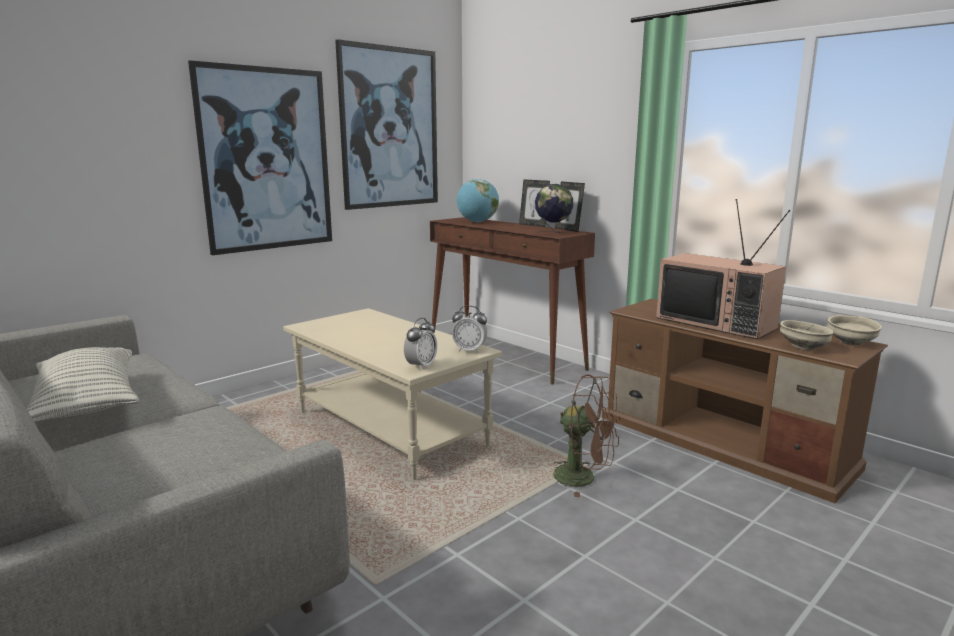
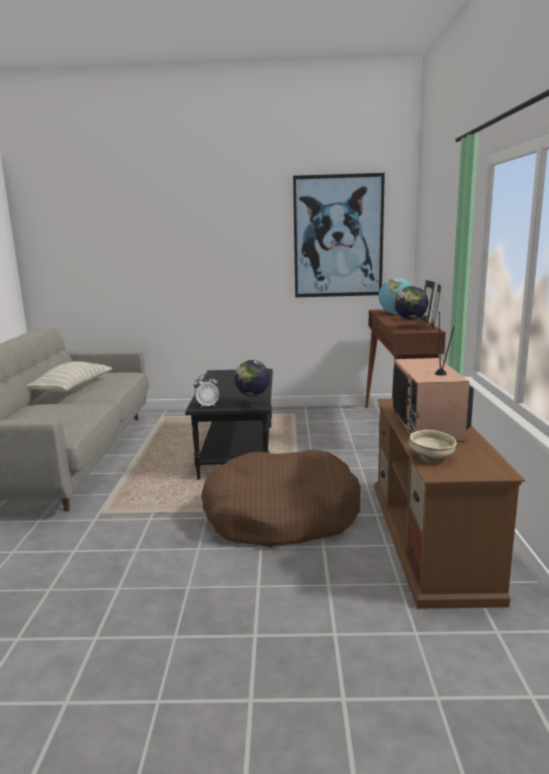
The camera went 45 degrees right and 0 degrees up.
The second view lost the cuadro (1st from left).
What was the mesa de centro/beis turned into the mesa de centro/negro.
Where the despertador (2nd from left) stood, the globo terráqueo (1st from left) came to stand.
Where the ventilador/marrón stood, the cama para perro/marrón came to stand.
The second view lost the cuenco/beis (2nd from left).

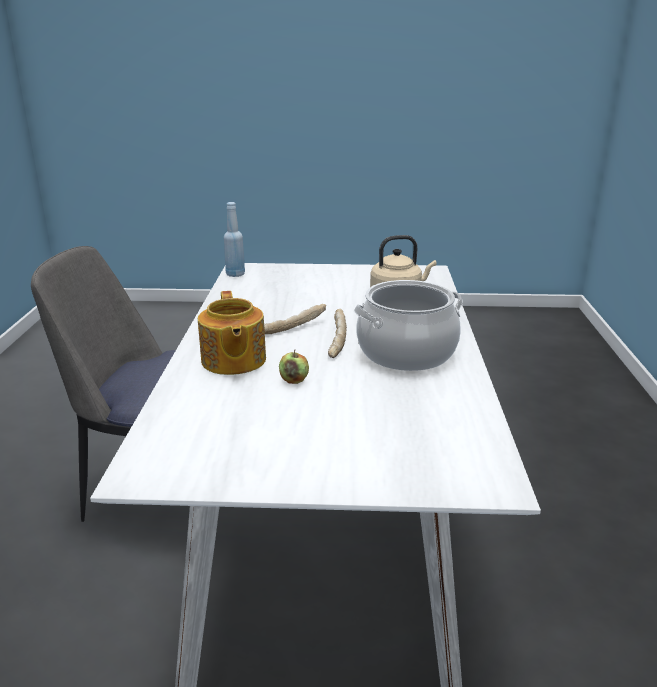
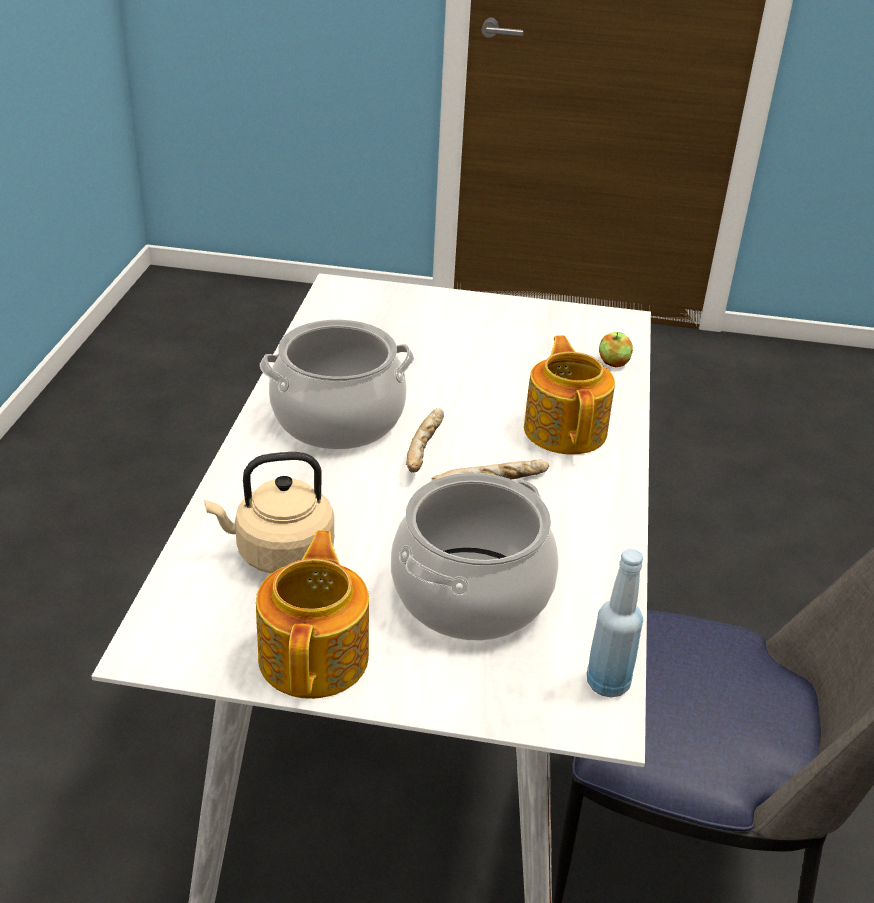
The camera went 175 degrees left and 10 degrees up.
The manzana ended up elsewhere.
The second view gained the tetera (1st from left).
The second view gained the olla (2nd from left).

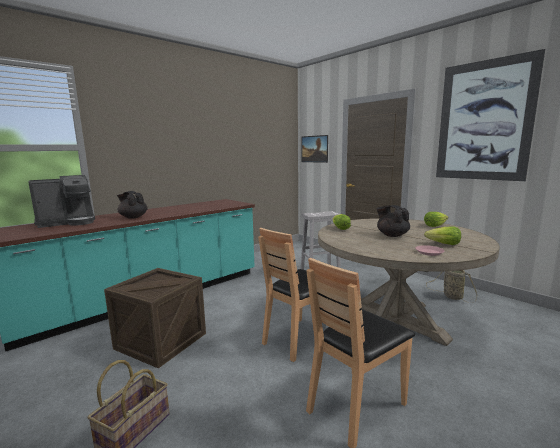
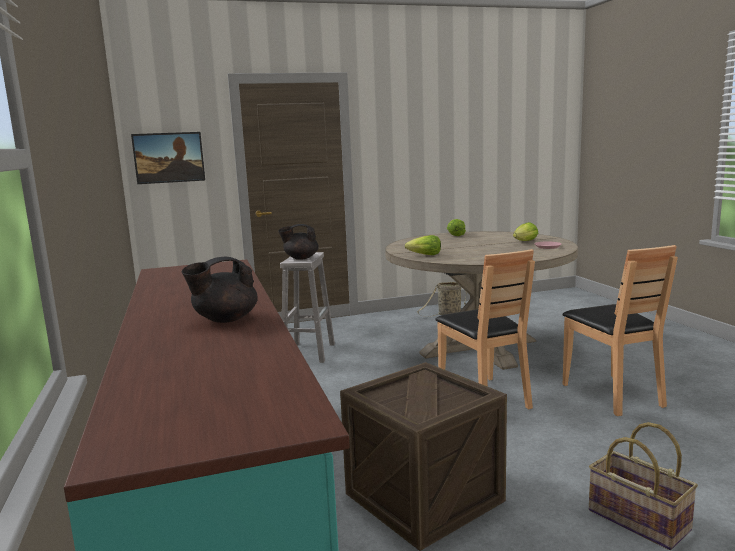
The camera went 65 degrees left and 0 degrees up.
The second view lost the cafetera.
The tetera/negro (2nd from left) ended up elsewhere.
The second view lost the cuadro (2nd from left).

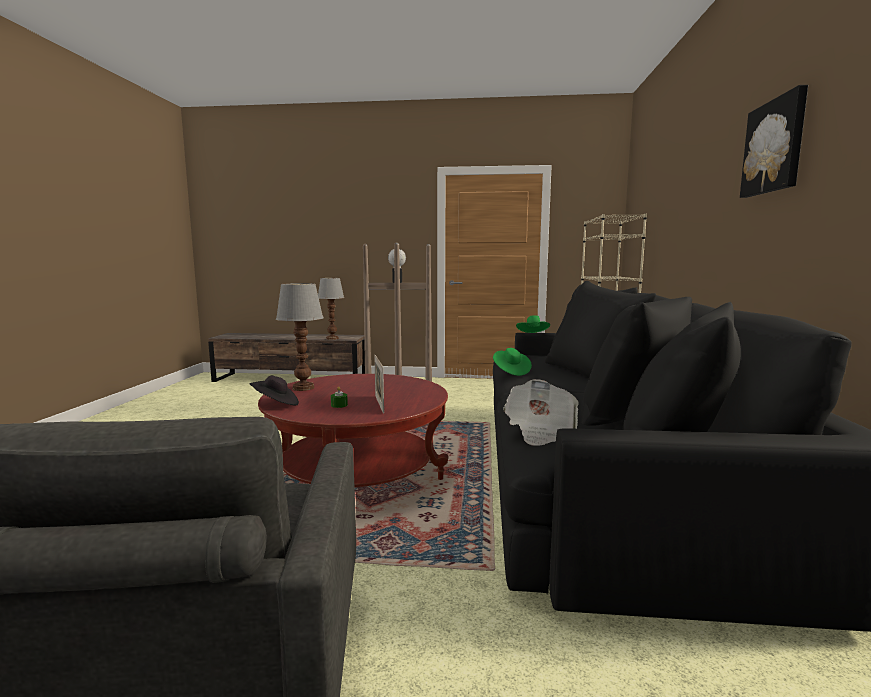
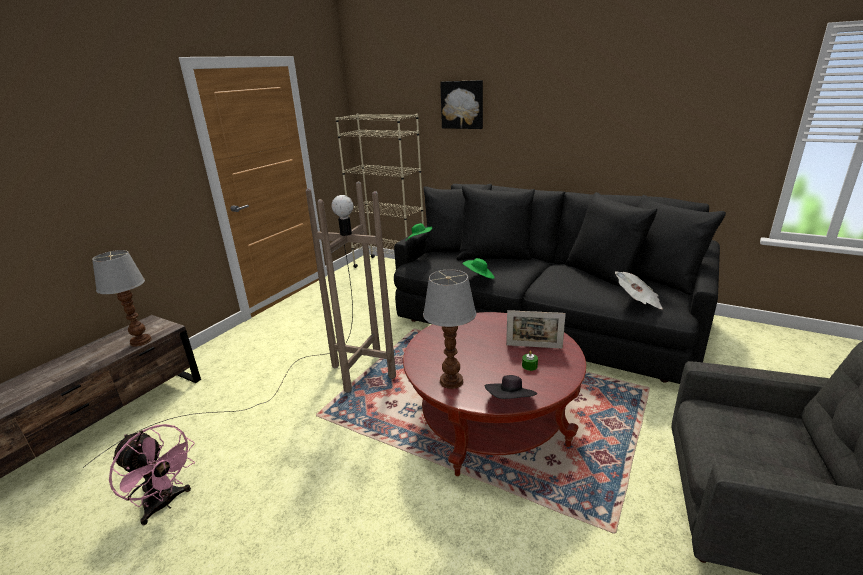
The camera went 65 degrees left and 15 degrees up.
The cuadro ended up elsewhere.
The second view gained the ventilador/rosa.

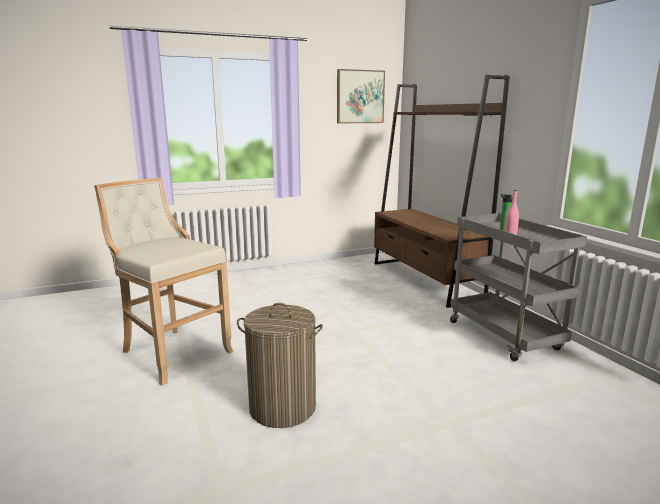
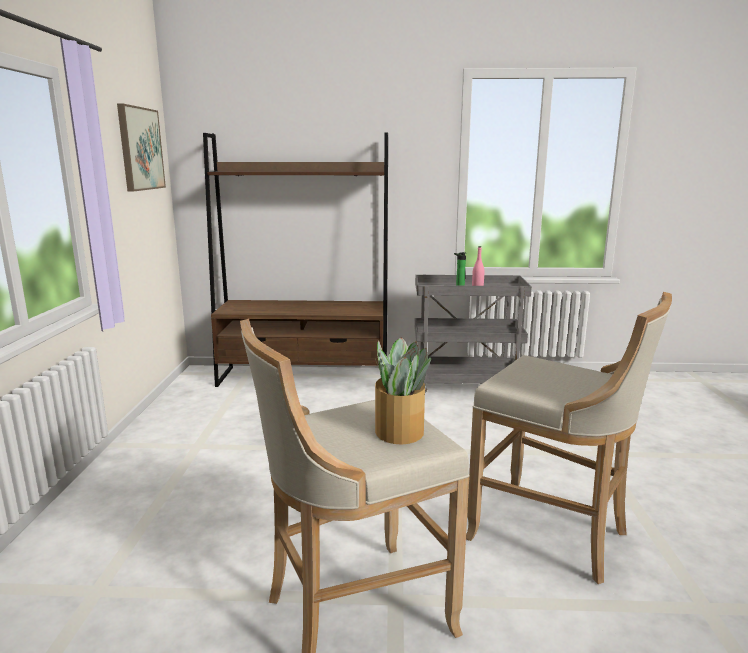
The camera went 65 degrees left and 0 degrees up.
Where the cesto de la ropa stood, the taburete/beis (2nd from left) came to stand.
The second view gained the planta en maceta.

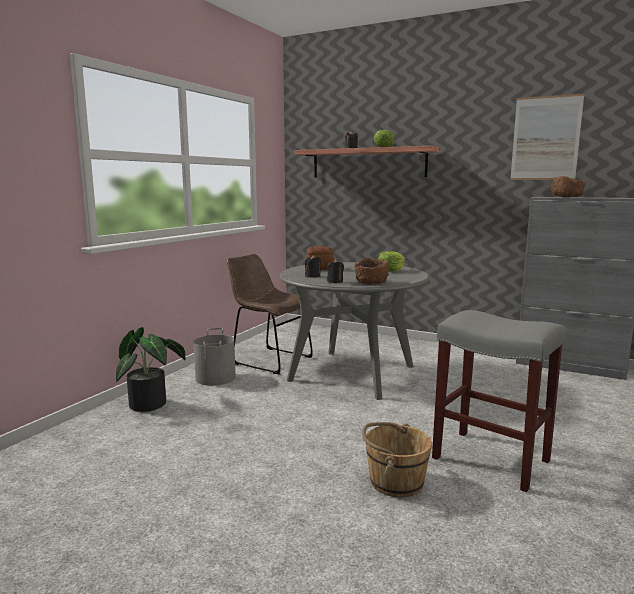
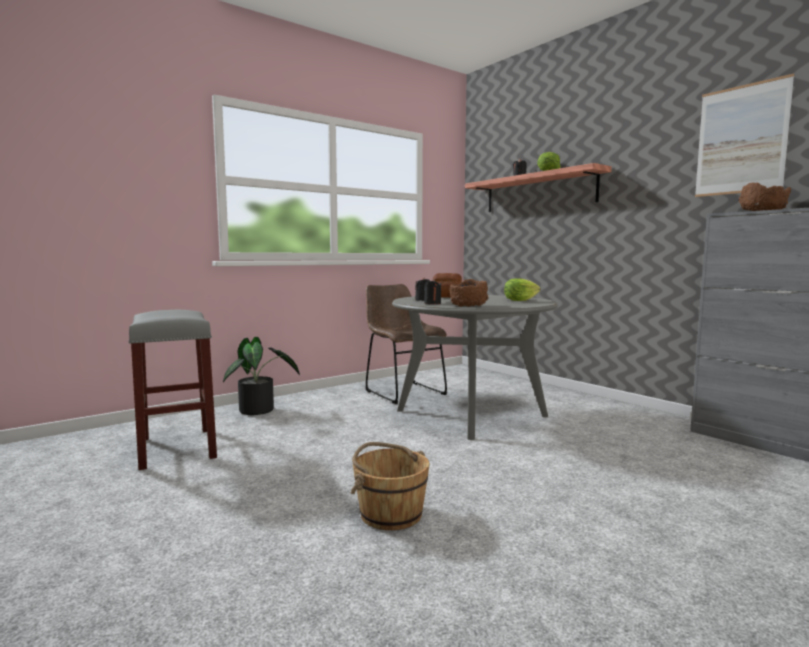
The camera went 25 degrees right and 5 degrees down.
The second view lost the cubo/gris.
The taburete/gris ended up elsewhere.

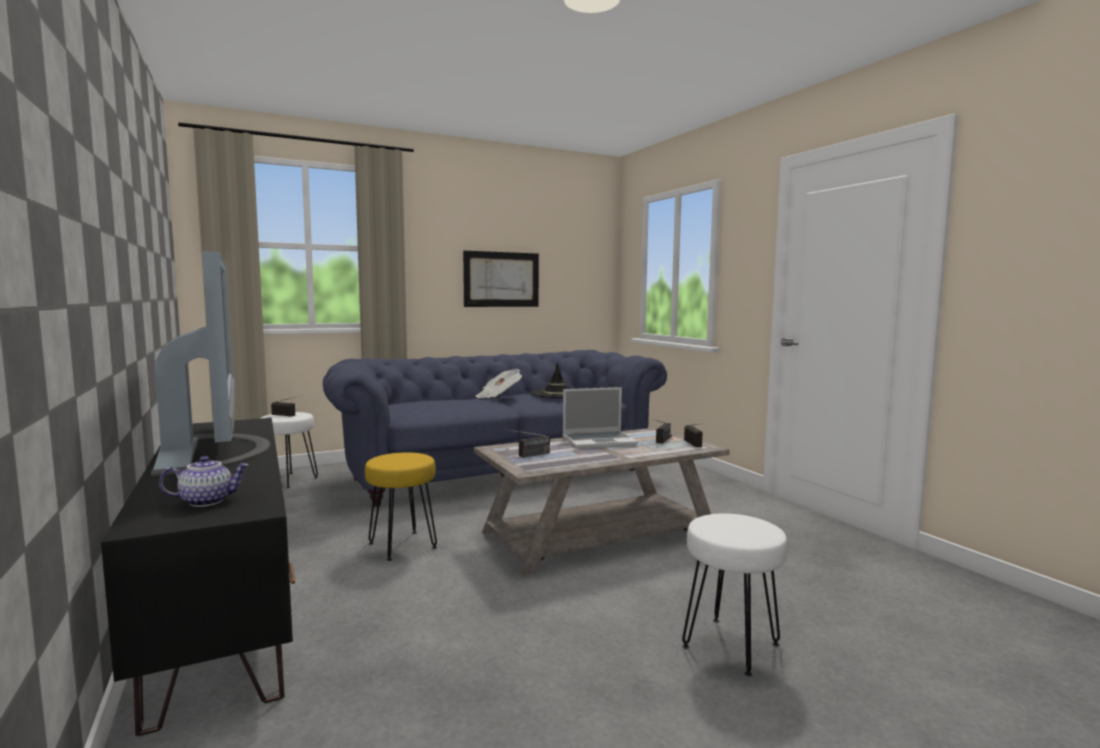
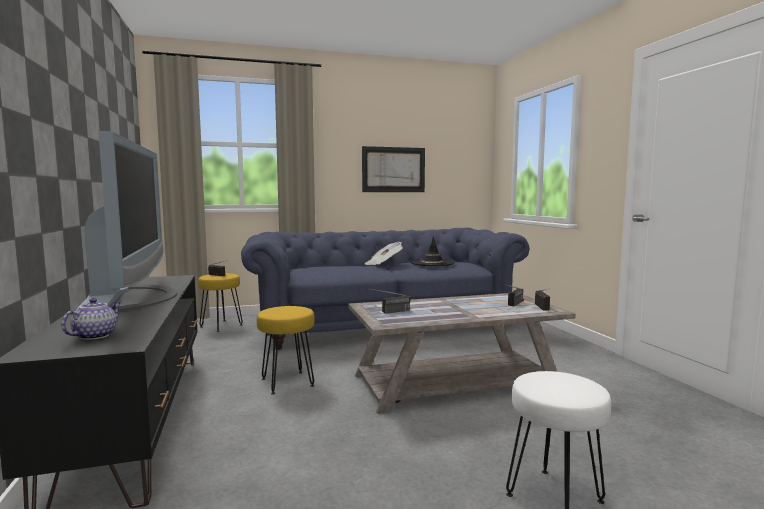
The camera went 10 degrees right and 0 degrees up.
The tetera ended up facing another way, 60 degrees counterclockwise from before.
What was the taburete/blanco (1st from left) turned into the taburete/amarillo (1st from left).
The second view lost the portátil.

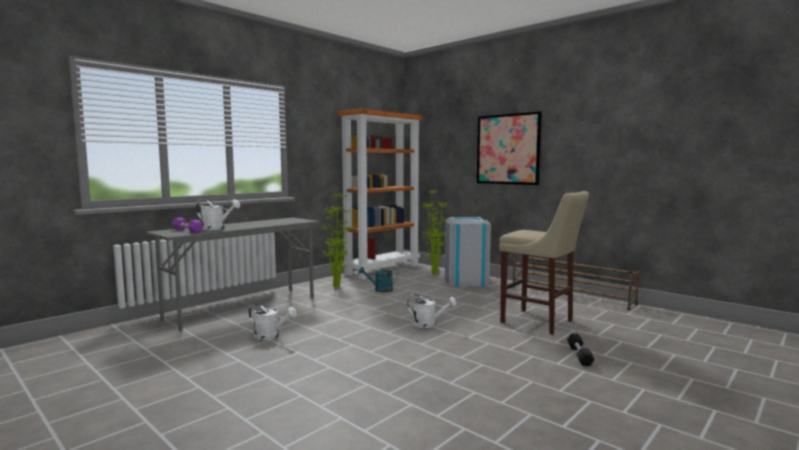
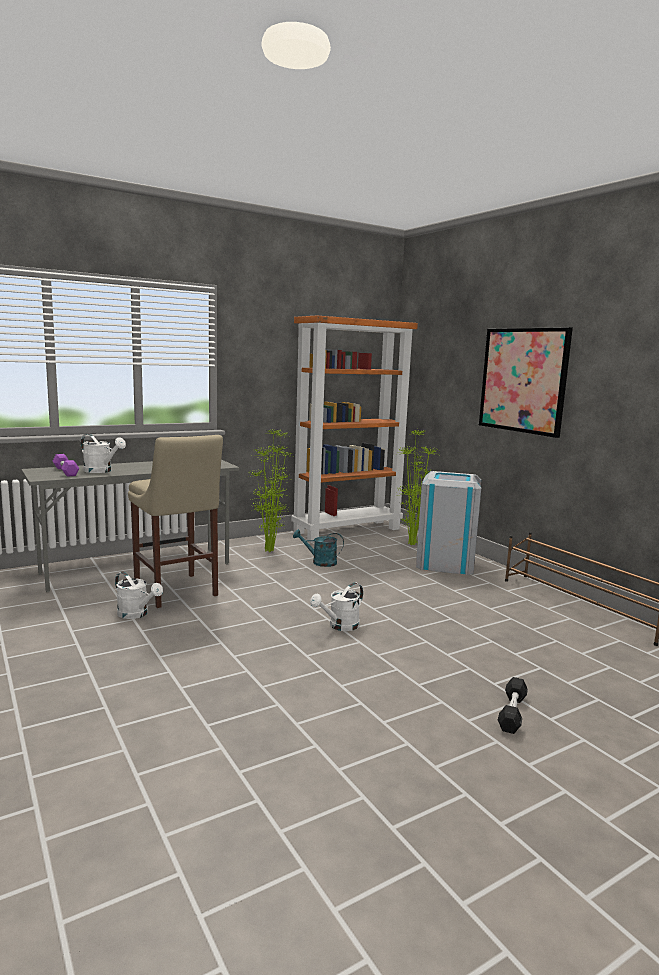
The camera went 15 degrees right and 5 degrees up.
The regadera/blanco (3rd from left) ended up facing another way, 105 degrees clockwise from before.
The taburete/beis ended up elsewhere.

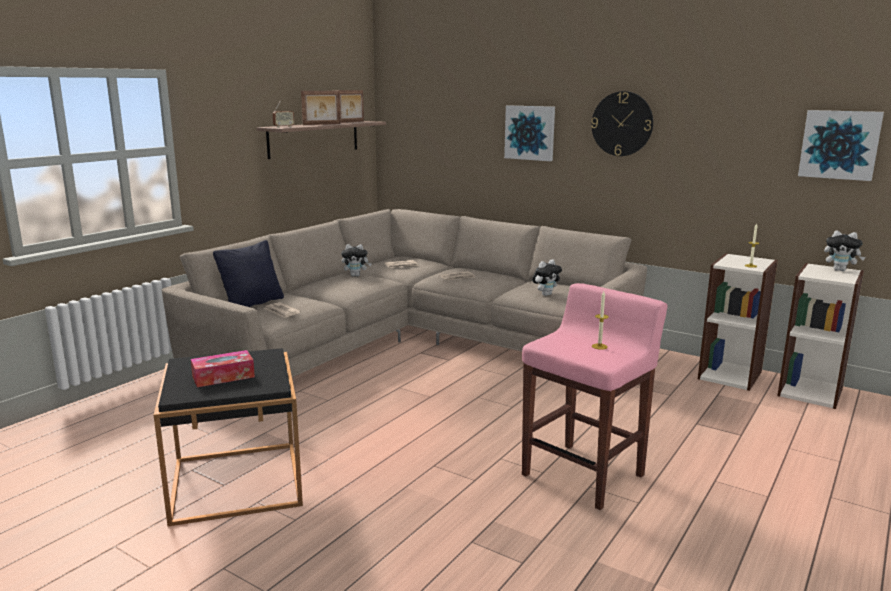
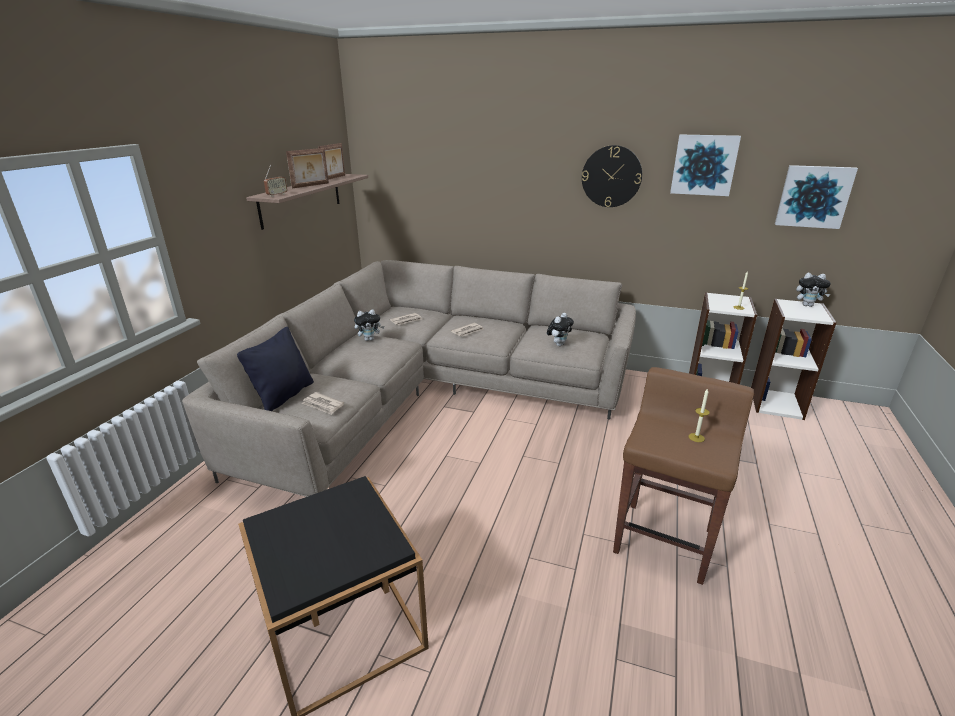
The camera went 15 degrees left and 10 degrees up.
The second view lost the caja de pañuelos.
The cuadro (1st from left) ended up elsewhere.
What was the taburete/rosa turned into the taburete/marrón.

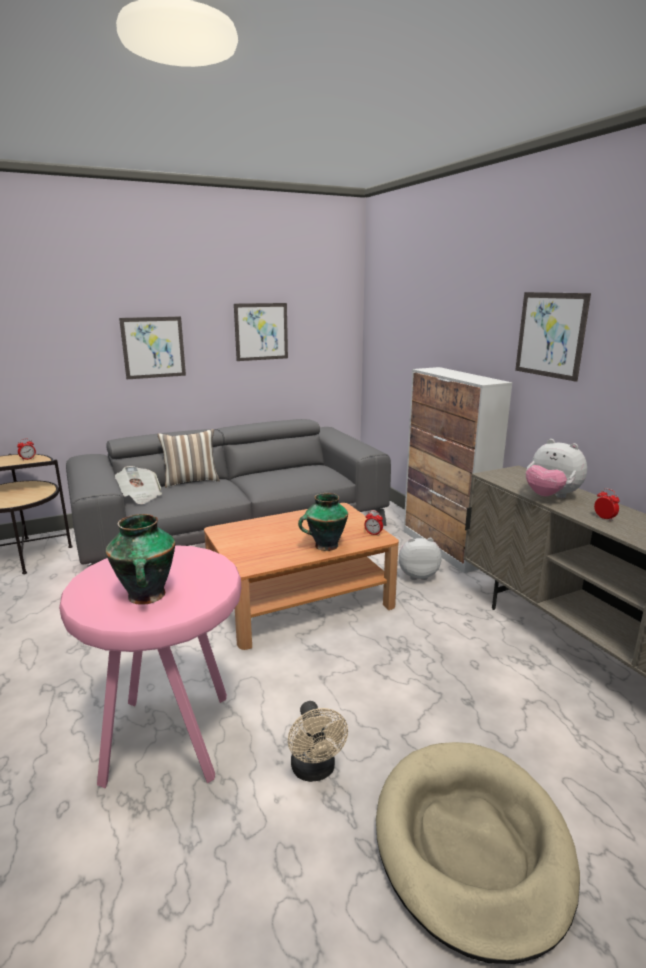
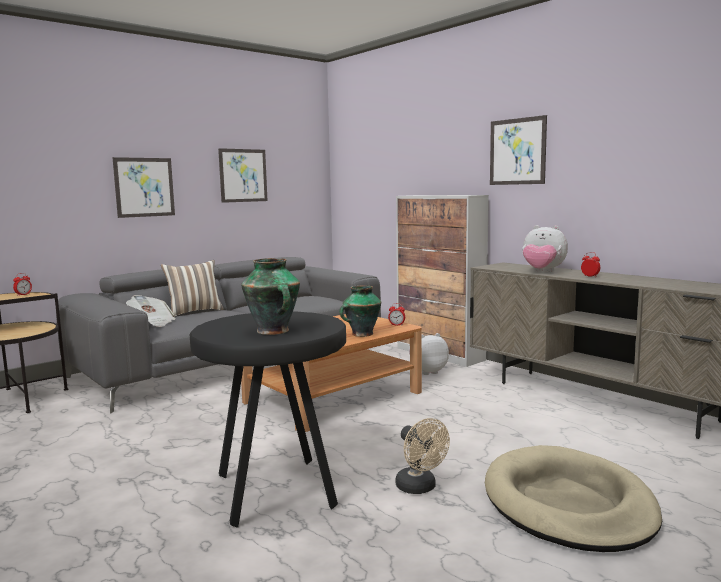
The camera went 15 degrees left and 10 degrees down.
What was the taburete/rosa turned into the taburete/negro.

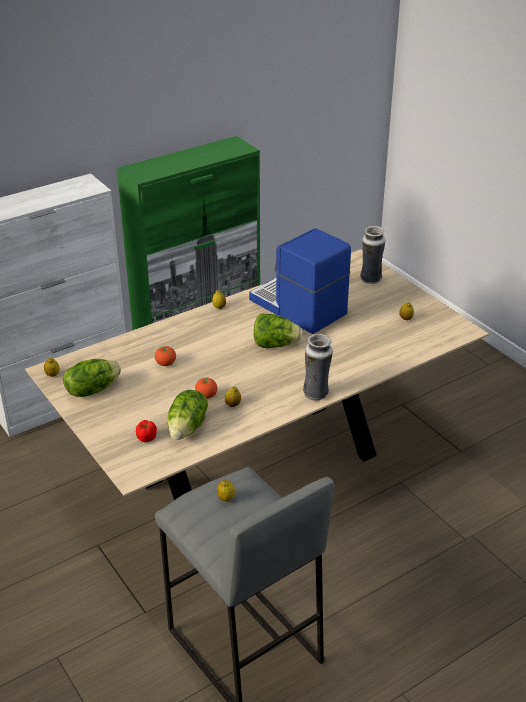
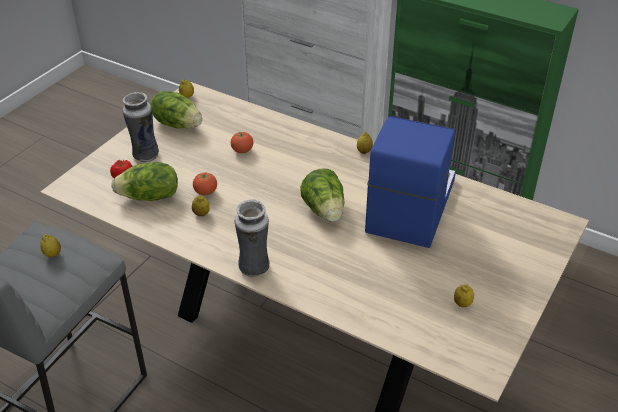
The camera went 65 degrees right and 5 degrees up.
The florero (2nd from left in the first image) ended up elsewhere.

